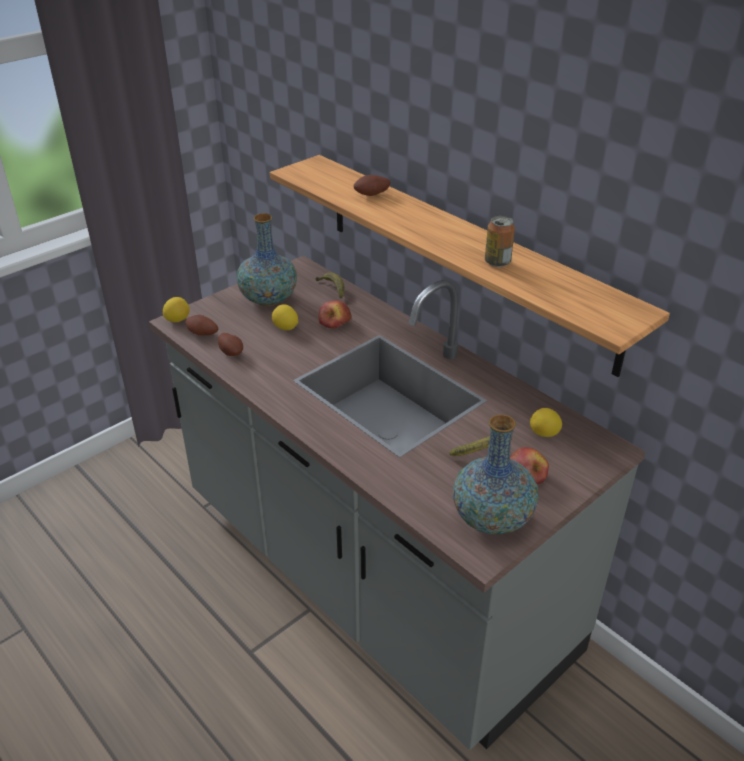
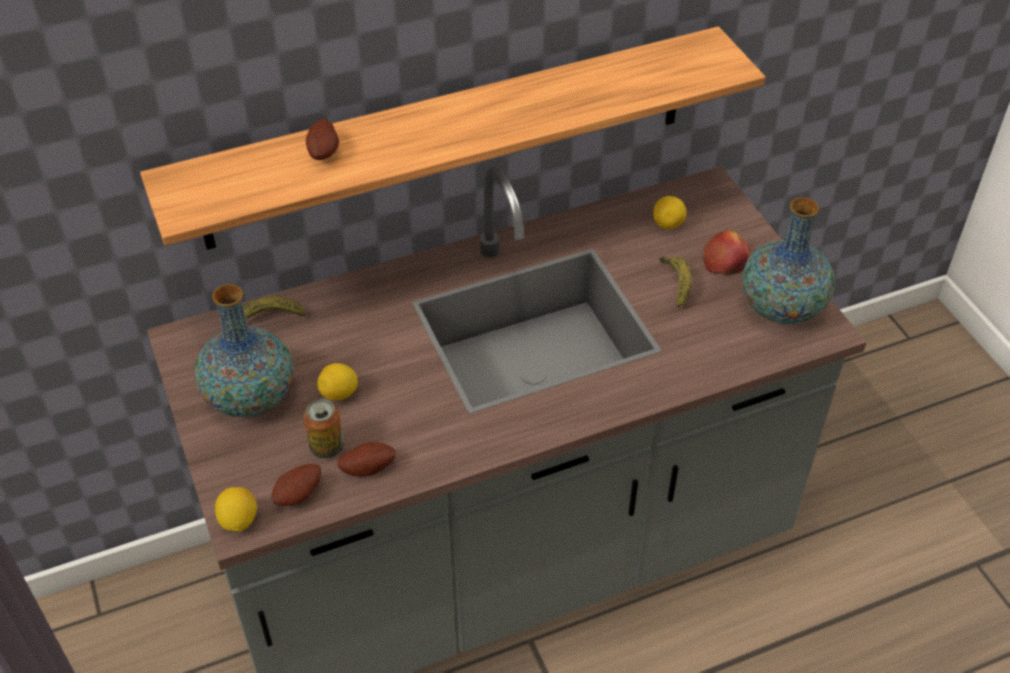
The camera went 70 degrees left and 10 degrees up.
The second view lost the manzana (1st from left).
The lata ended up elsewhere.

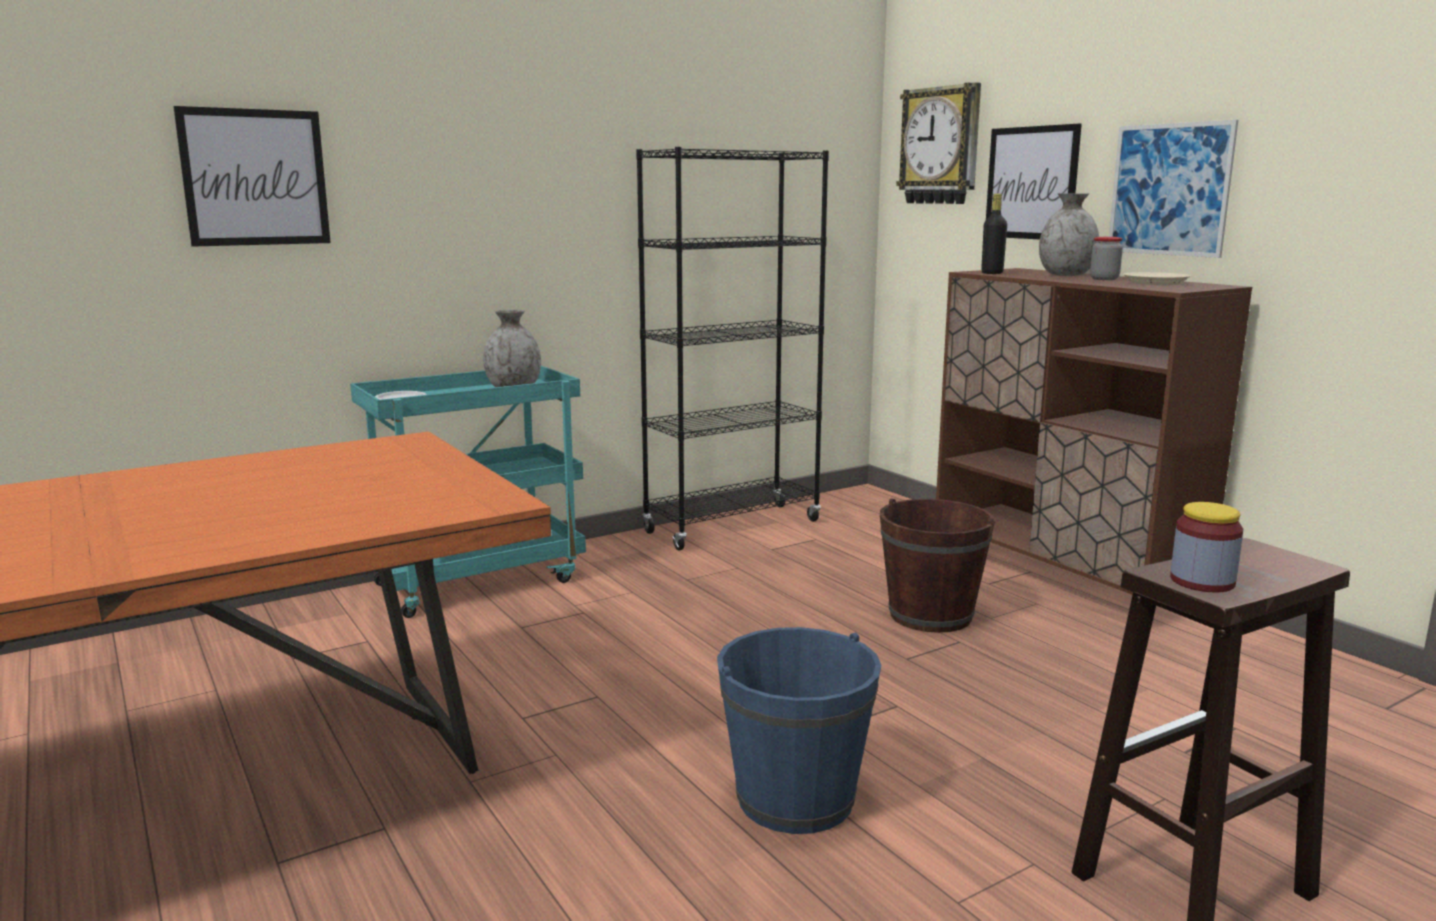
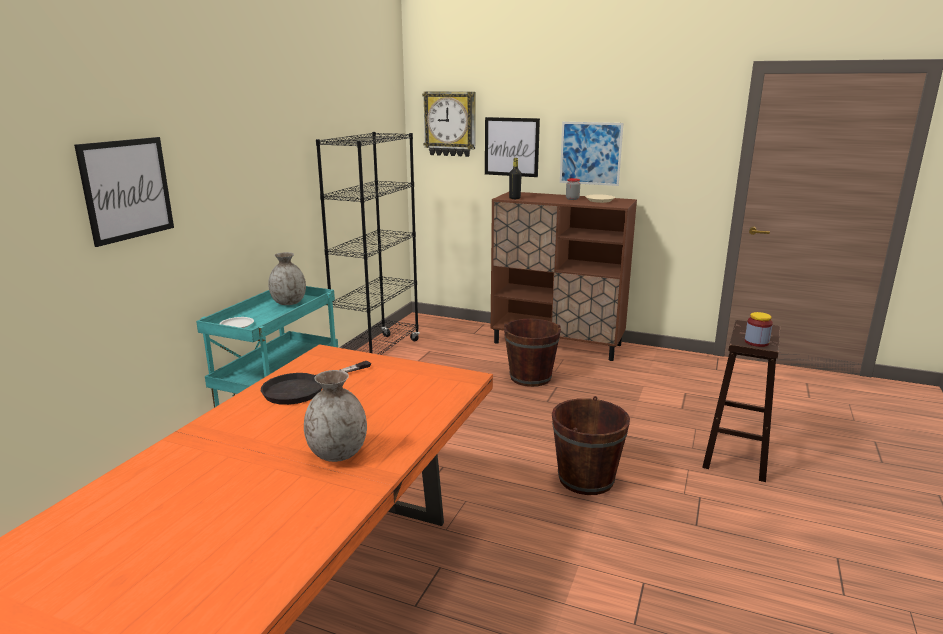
The camera went 35 degrees left and 5 degrees up.
What was the cubo/azul turned into the cubo/marrón (2nd from left).
The florero/gris (2nd from left) ended up elsewhere.
The second view gained the sartén/negro.

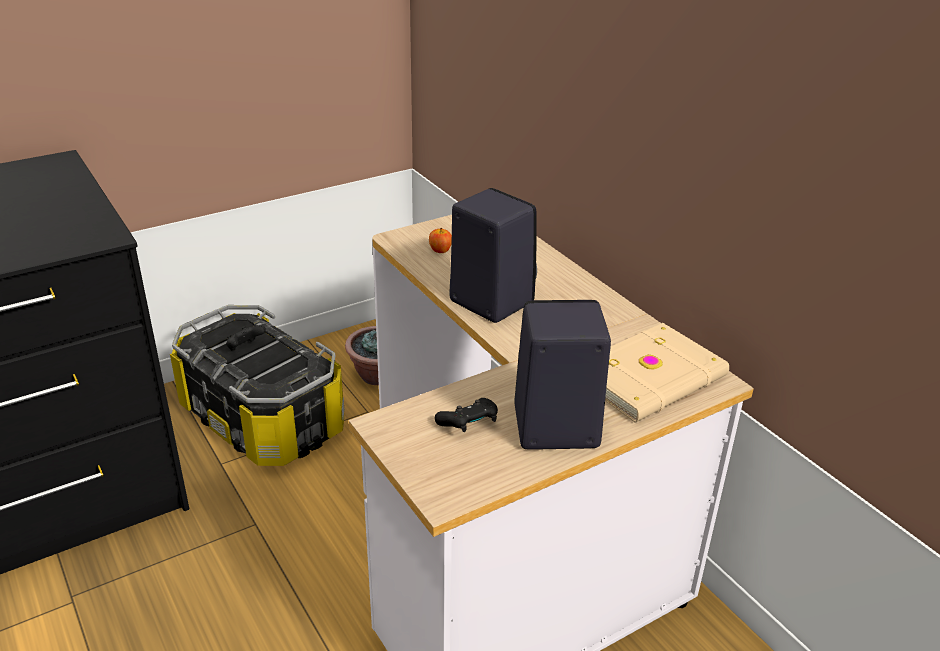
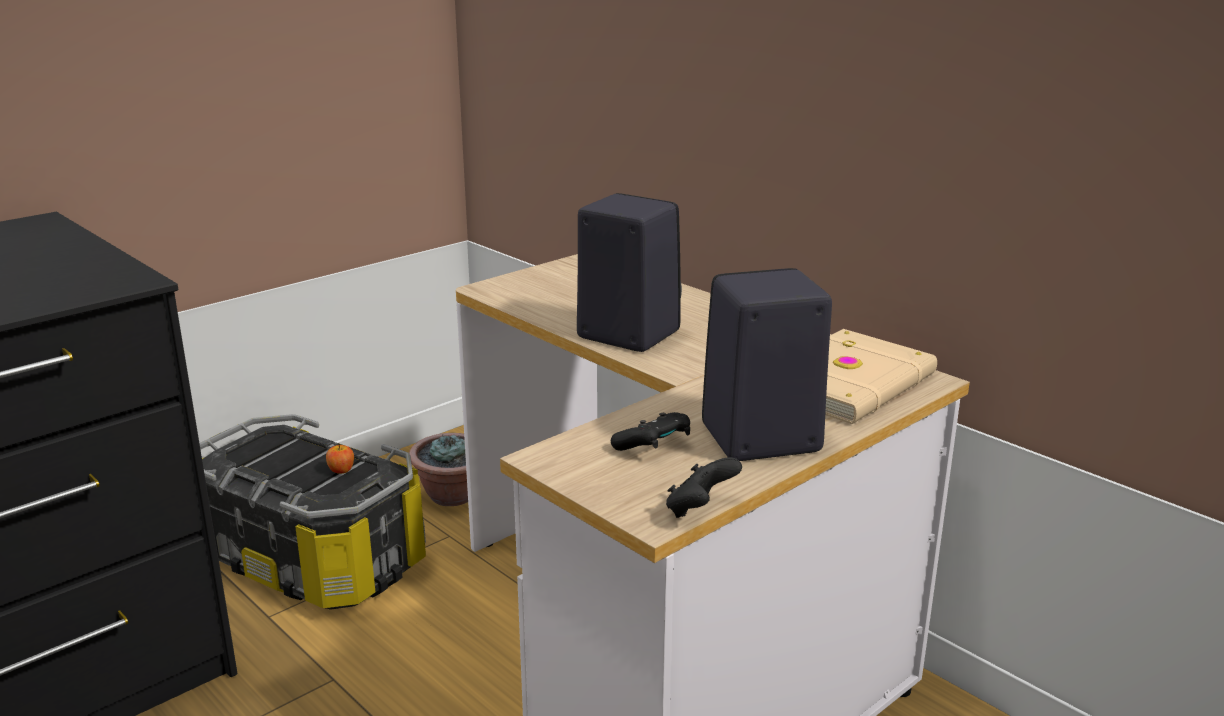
The camera went 10 degrees left and 10 degrees down.
The mando de consola/negro (1st from left in the first image) ended up elsewhere.
The manzana ended up elsewhere.

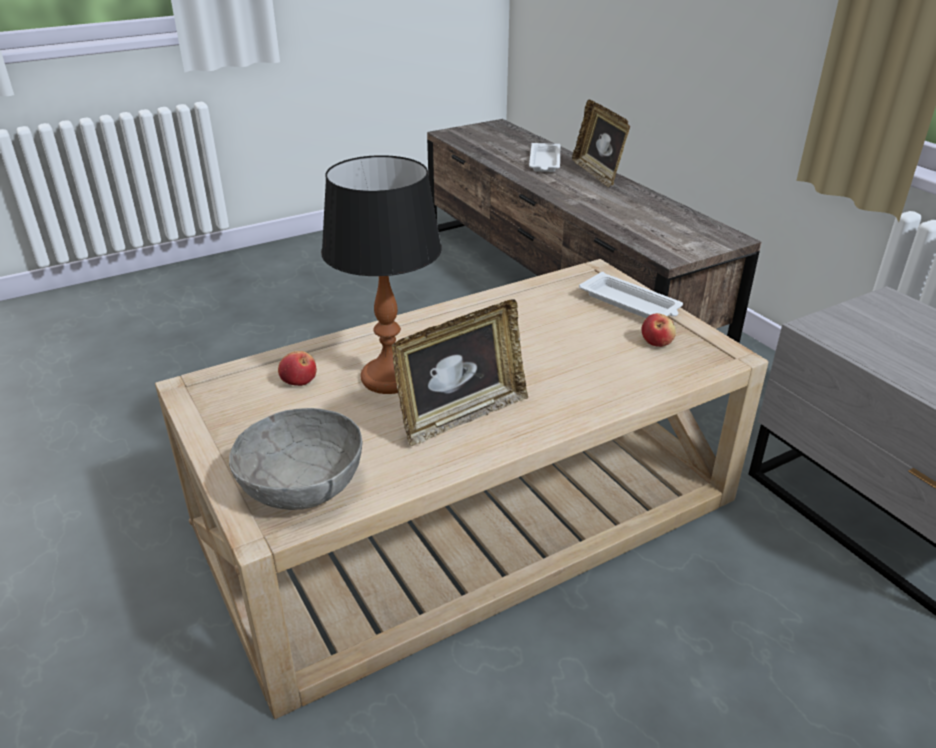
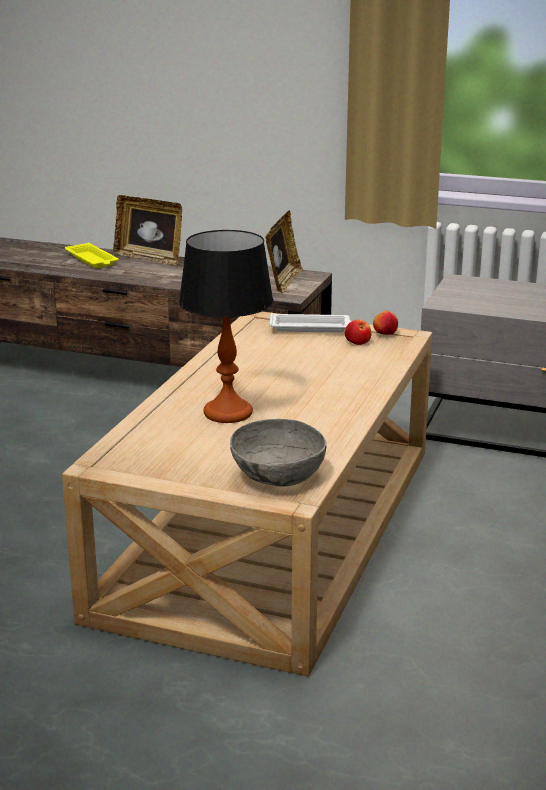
The camera went 40 degrees left and 10 degrees down.
The manzana (1st from left in the first image) ended up elsewhere.
The portarretratos (1st from left in the first image) ended up elsewhere.
What was the bandeja/blanco (1st from left) turned into the bandeja/amarillo.

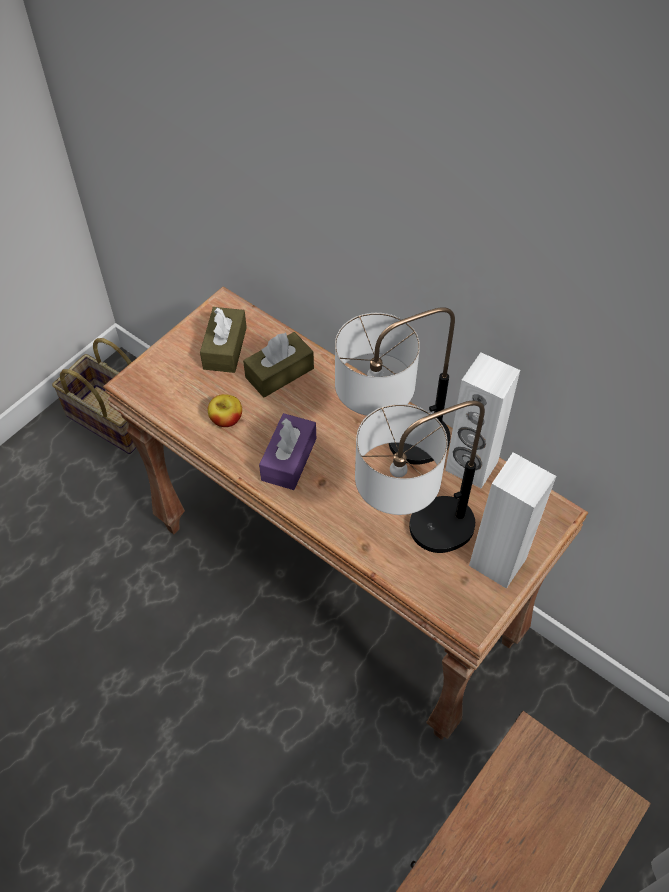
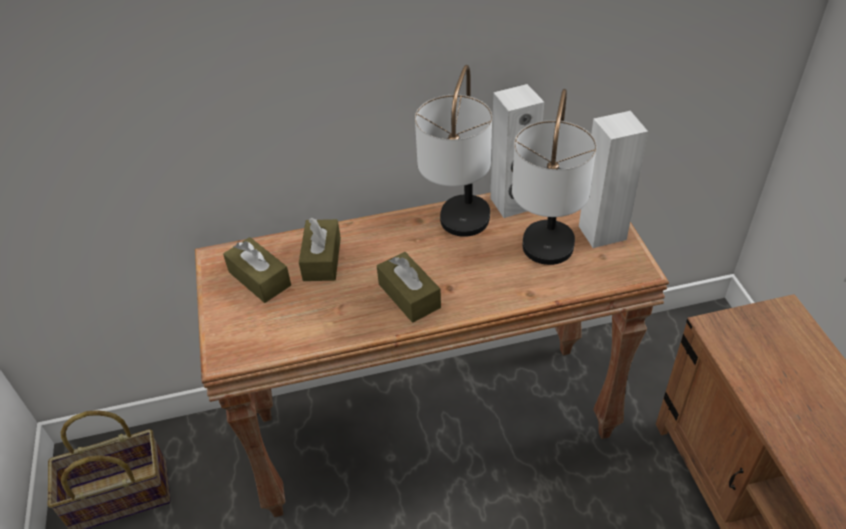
The camera went 50 degrees left and 10 degrees down.
The second view lost the manzana.
What was the caja de pañuelos/morado turned into the caja de pañuelos/marrón (3rd from left).

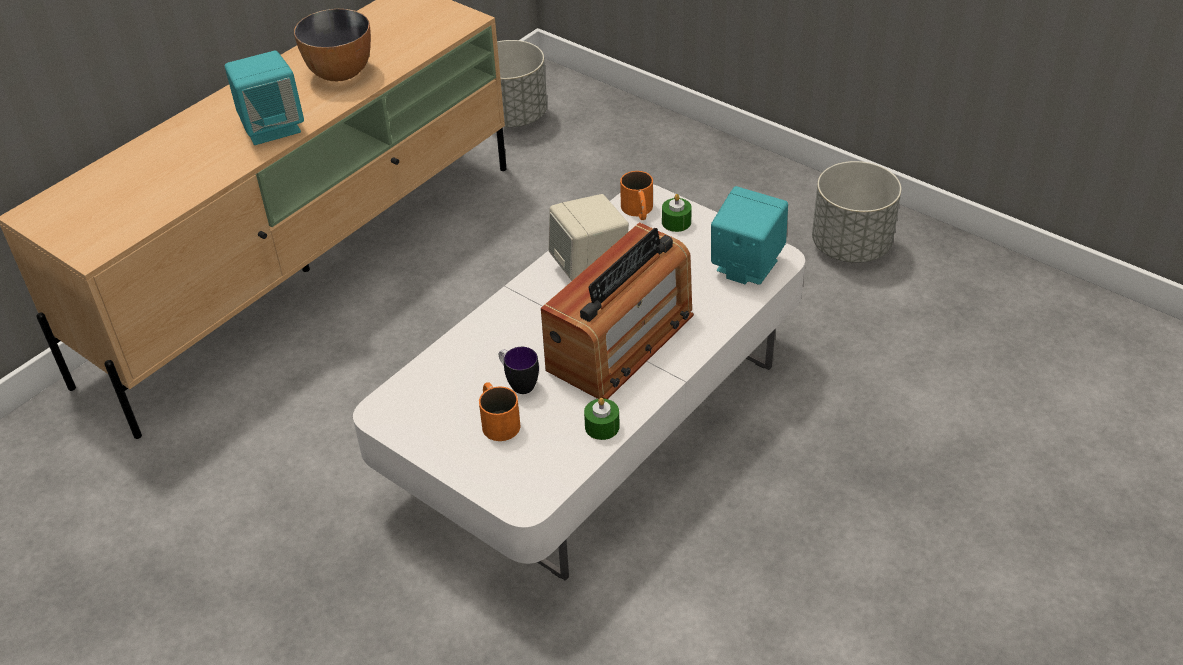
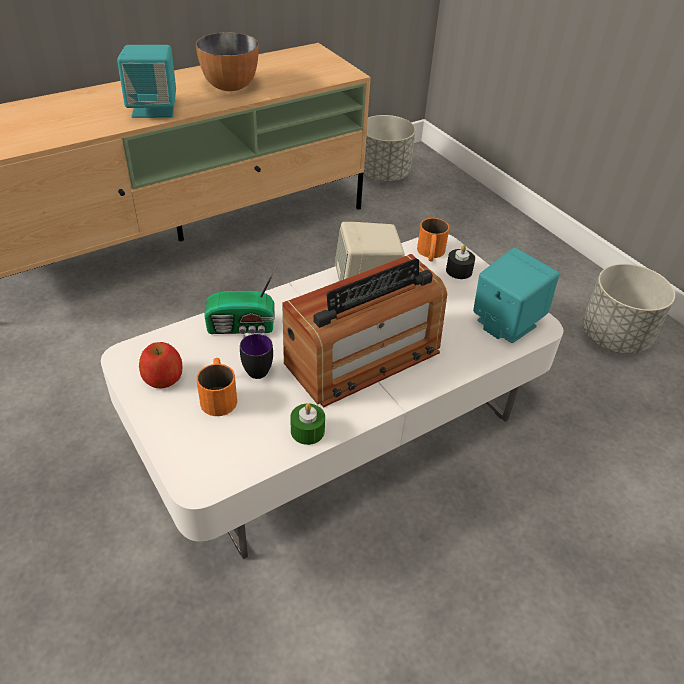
The camera went 15 degrees right and 0 degrees up.
What was the vela/verde (2nd from left) turned into the vela/negro.
The second view gained the manzana.
The second view gained the radio (1st from left).

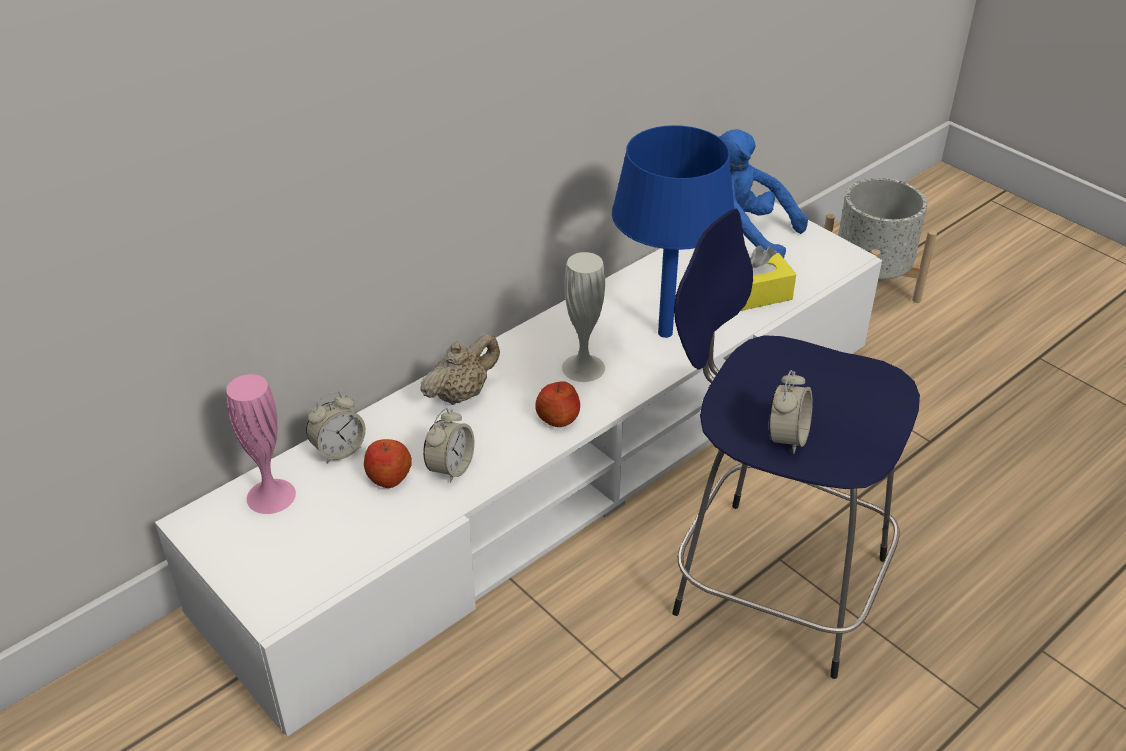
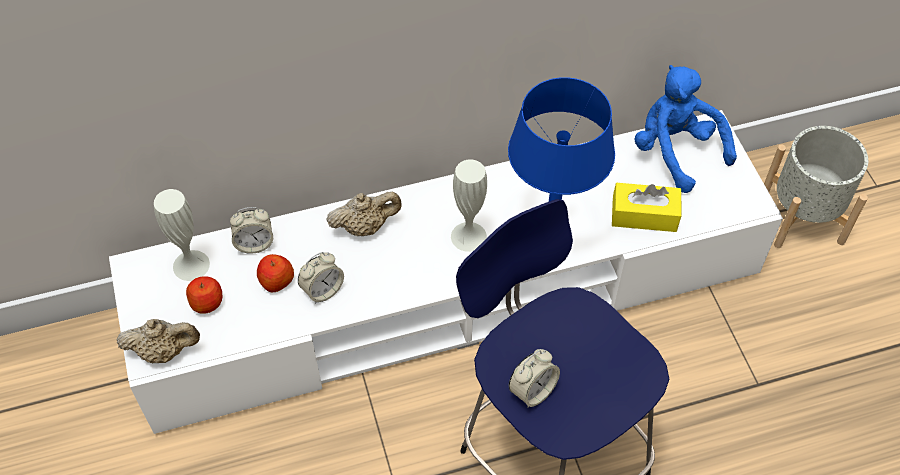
The camera went 25 degrees right and 15 degrees up.
What was the florero/rosa turned into the florero/blanco (1st from left).
The manzana (2nd from left in the first image) ended up elsewhere.
The second view gained the tetera/beis (1st from left).

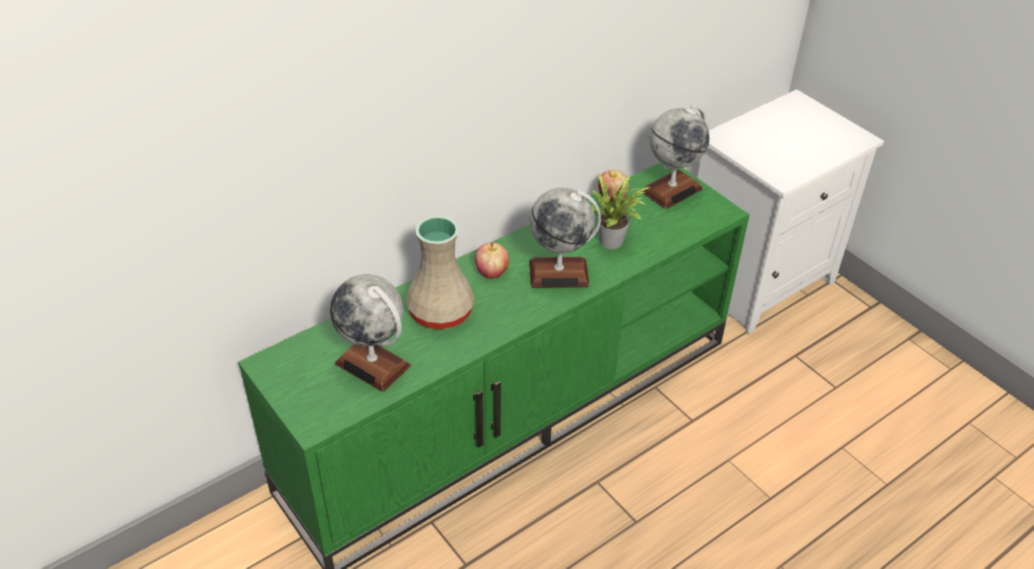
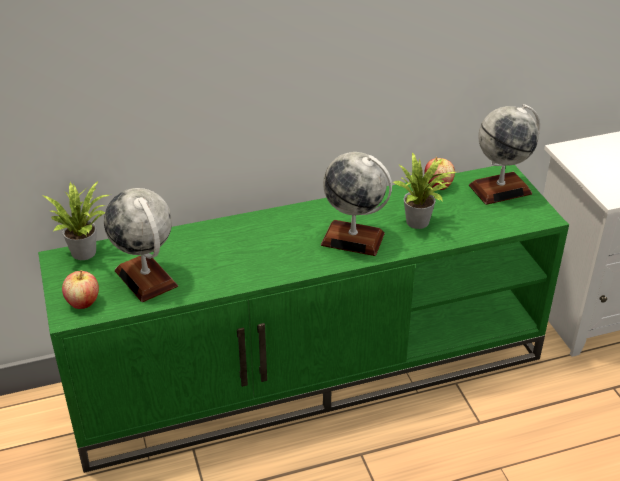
The camera went 20 degrees right and 5 degrees down.
The second view lost the florero/beis.
The manzana (1st from left) ended up elsewhere.
The second view gained the planta en maceta (1st from left).

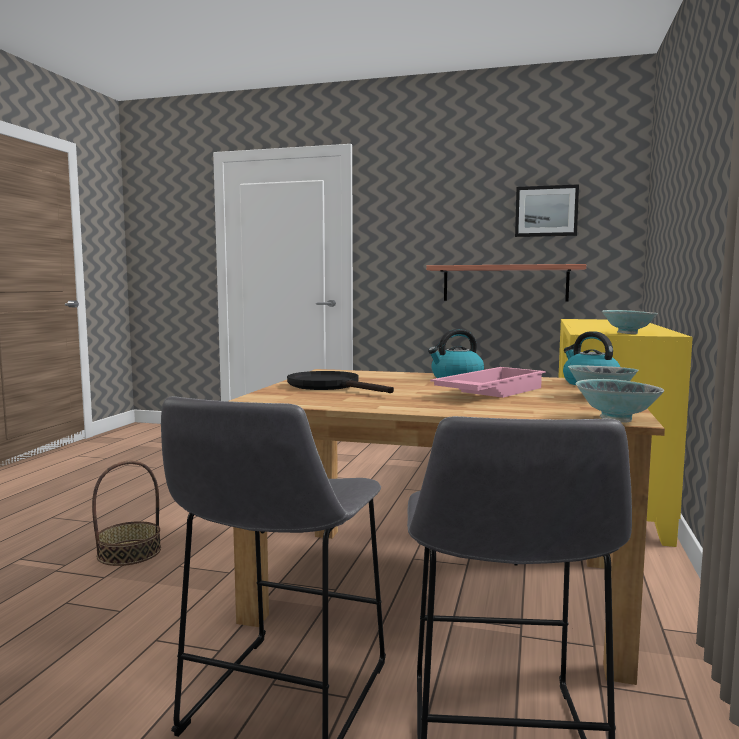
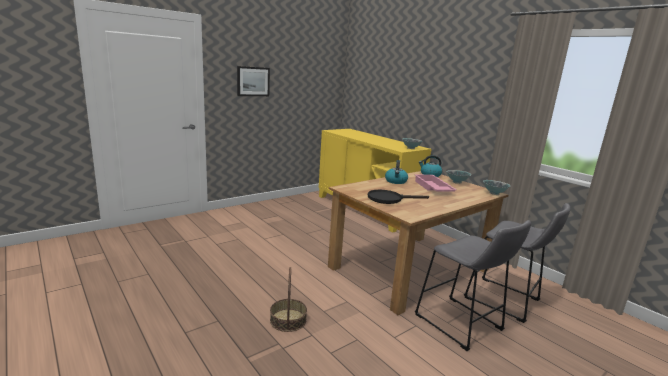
The camera went 55 degrees left and 10 degrees up.
The second view lost the estante.
The cuadro ended up elsewhere.

